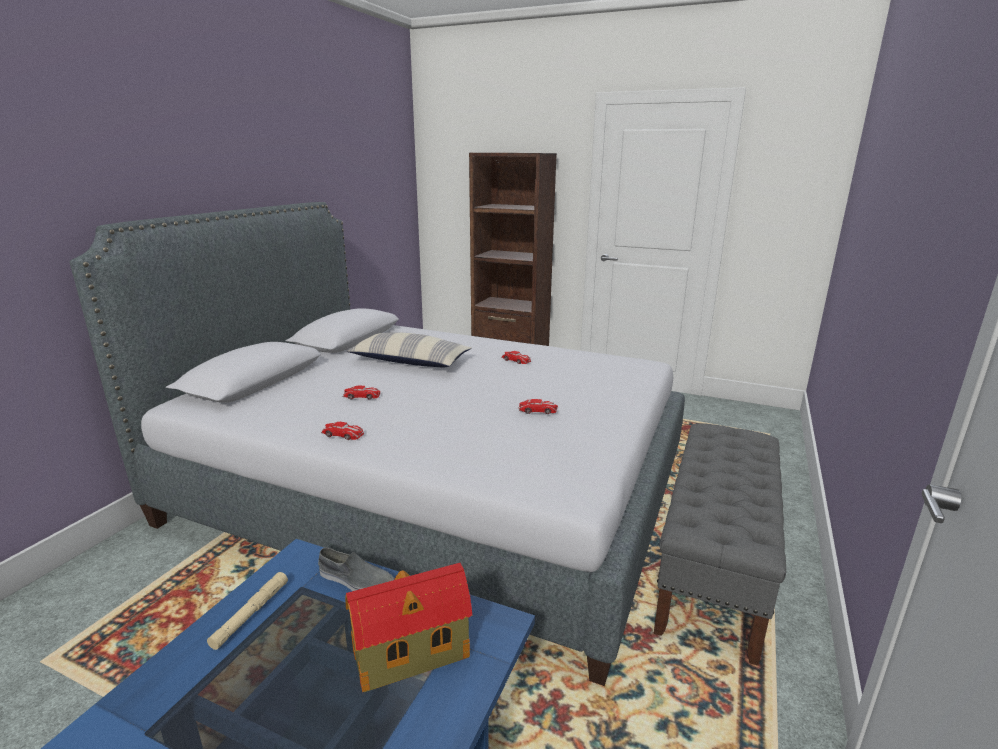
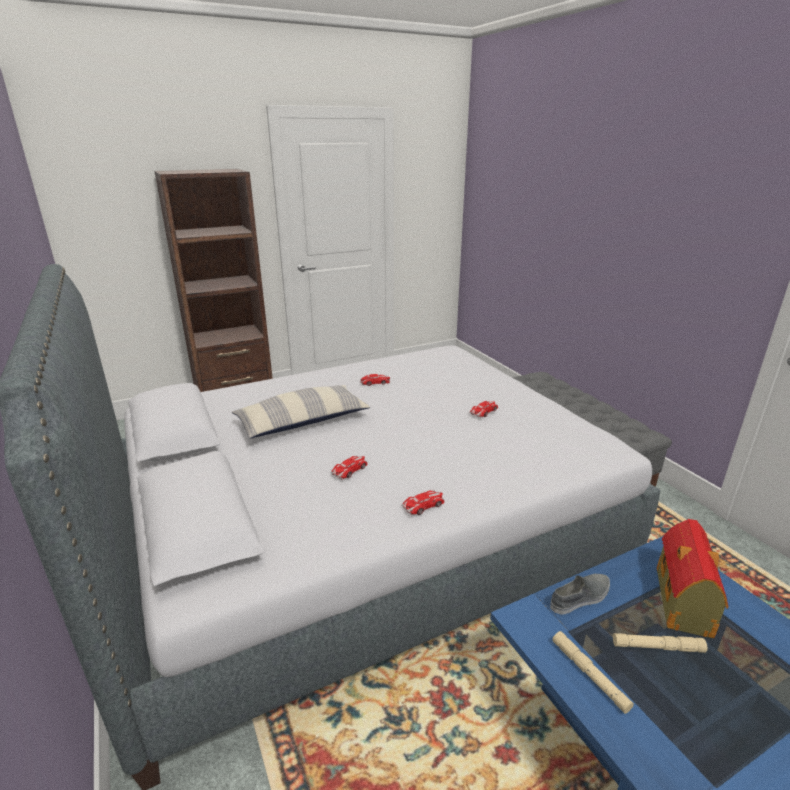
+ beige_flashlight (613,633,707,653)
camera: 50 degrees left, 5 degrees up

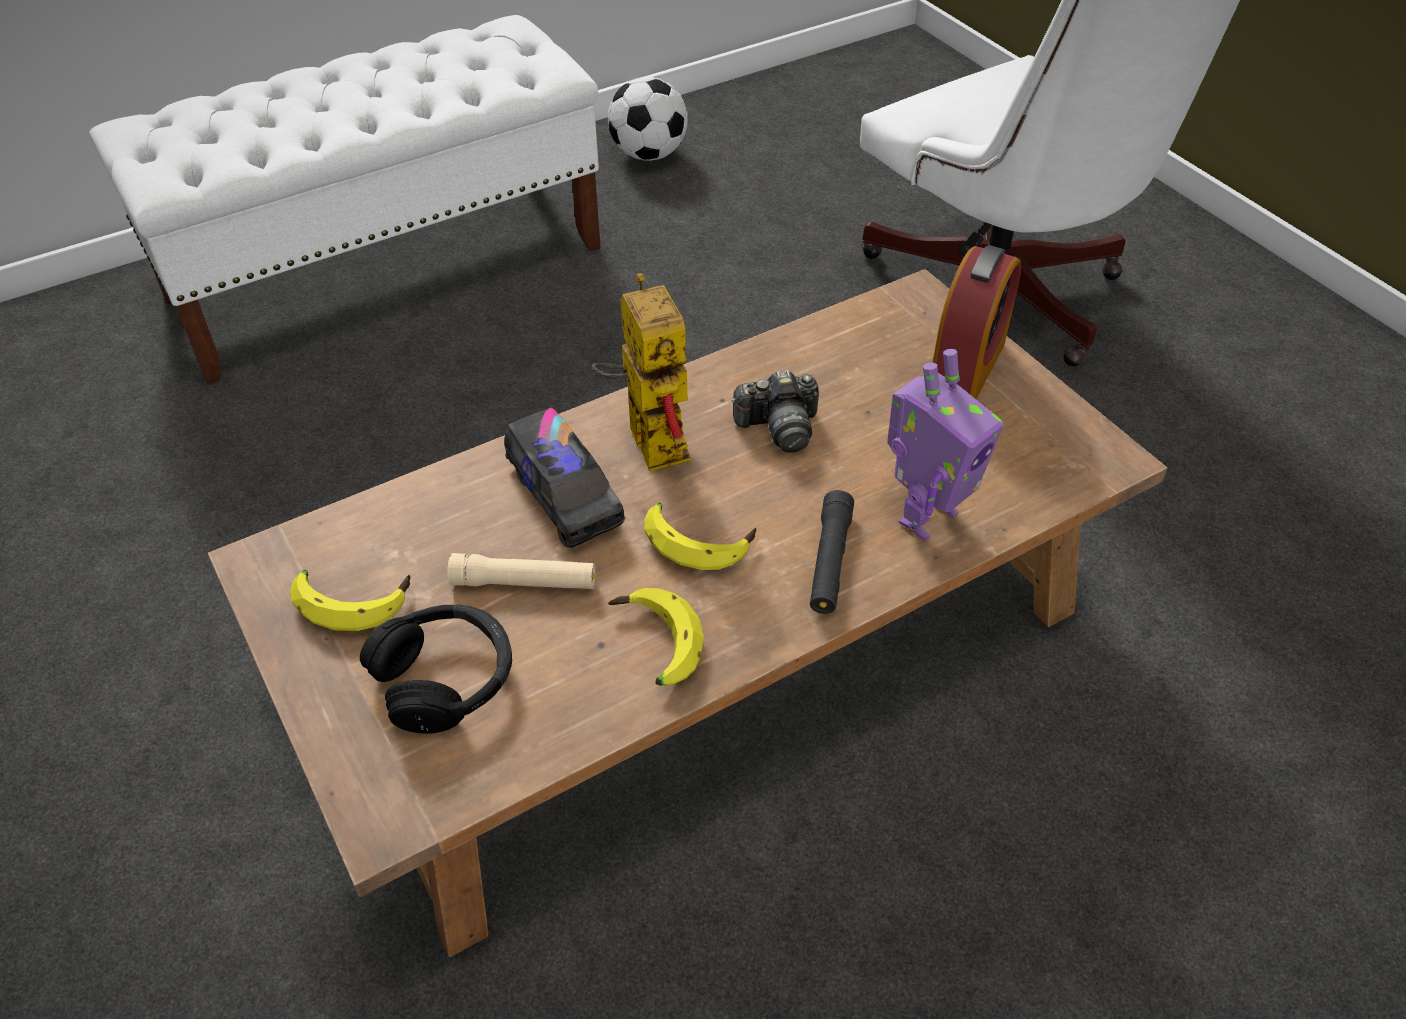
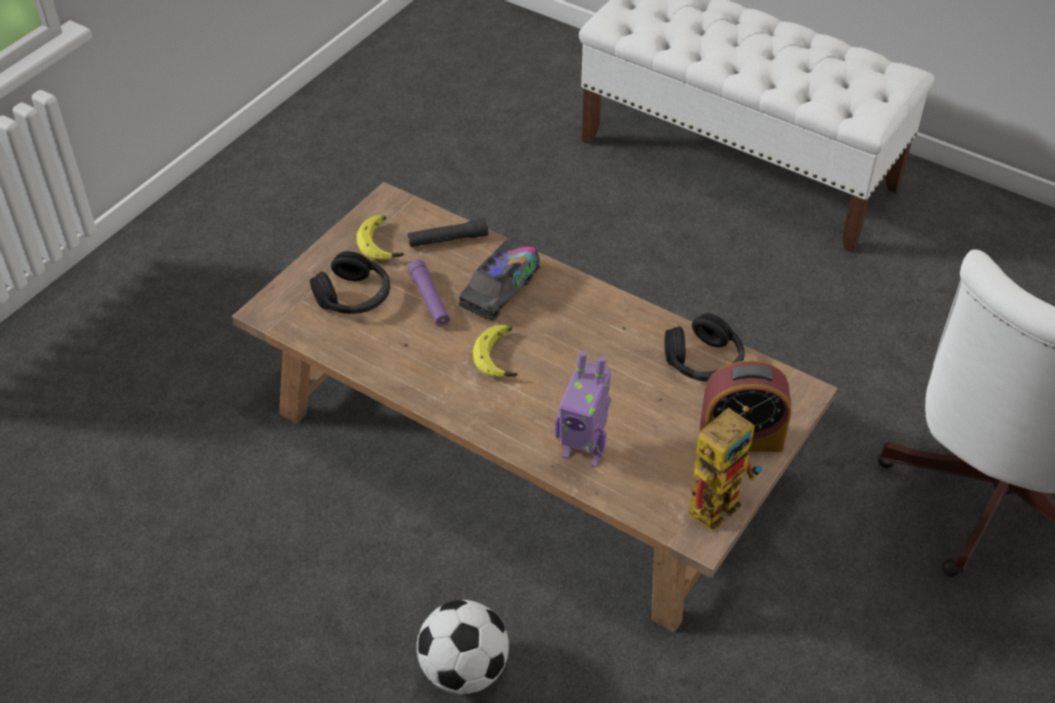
~ beige_flashlight (447,553,595,589) to purple_flashlight (408,260,450,326)
~ toy_robot (592,273,691,472) to (688,406,762,532)
~ football (608,77,688,161) to (417,600,509,694)
- banana (608,588,704,686)
- photo_camera (732,370,819,453)
~ black_flashlight (810,490,854,614) to (408,218,489,247)
+ black_headphones (664,313,745,382)
camera: 65 degrees right, 0 degrees up

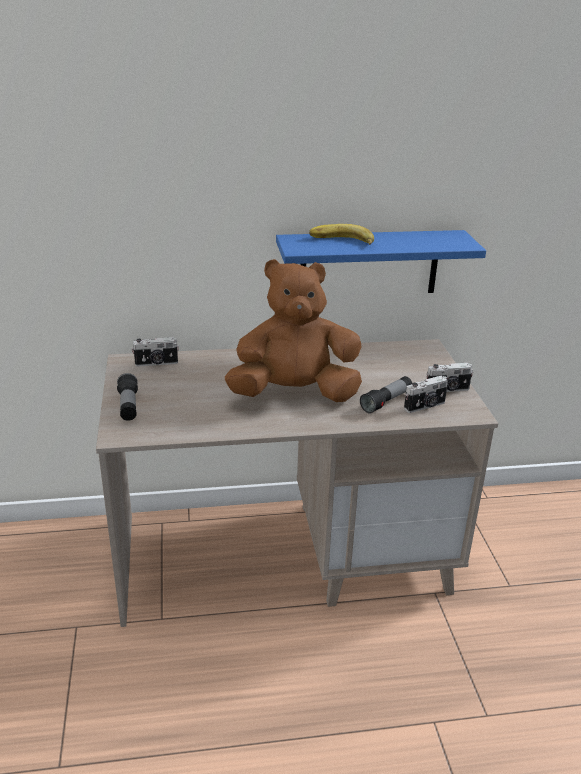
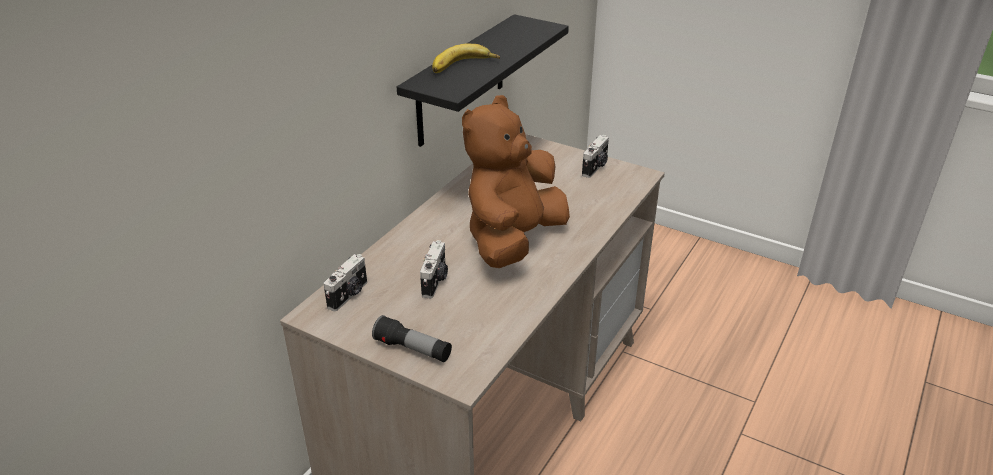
~ blue_shelf (276,230,486,293) to black_shelf (397,14,569,147)
- flashlight (360,376,412,413)
~ photo_camera (404,375,448,413) to (420,240,448,298)
camera: 50 degrees left, 5 degrees up

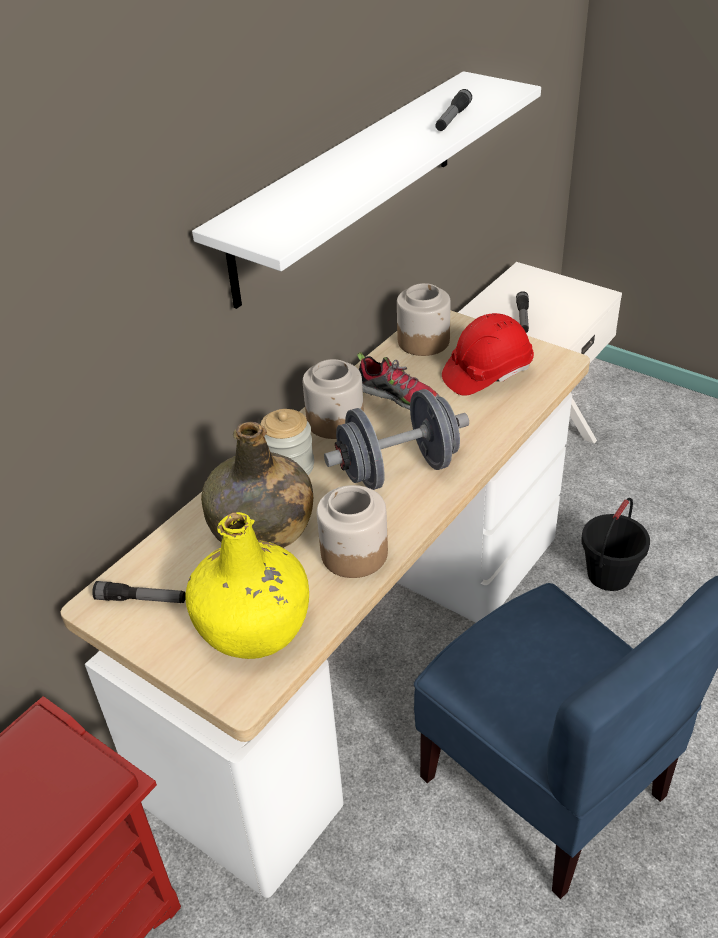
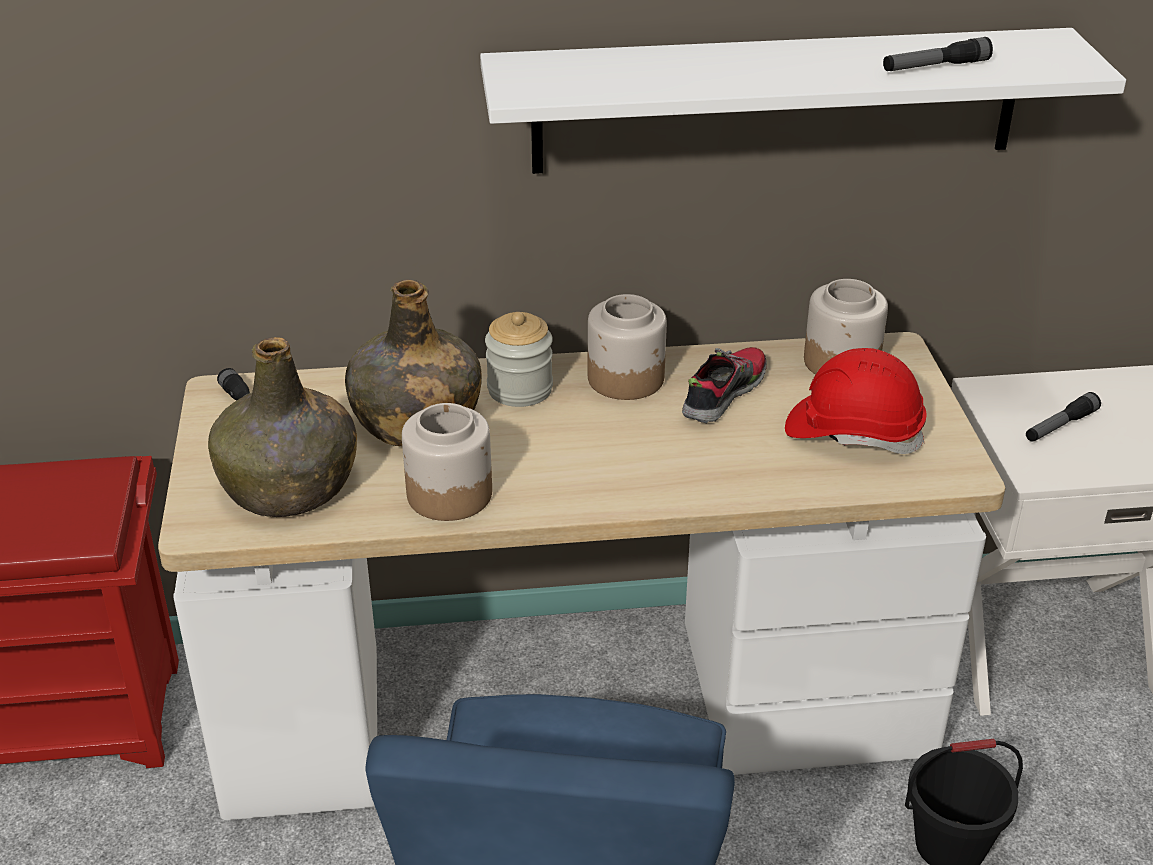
~ yellow_bottle (185,512,309,659) to green_bottle (208,337,357,517)
- grey_dumbbell (324,389,469,490)
~ shoe (357,352,439,410) = (682,347,767,423) 135 degrees counterclockwise
camera: 45 degrees right, 5 degrees down

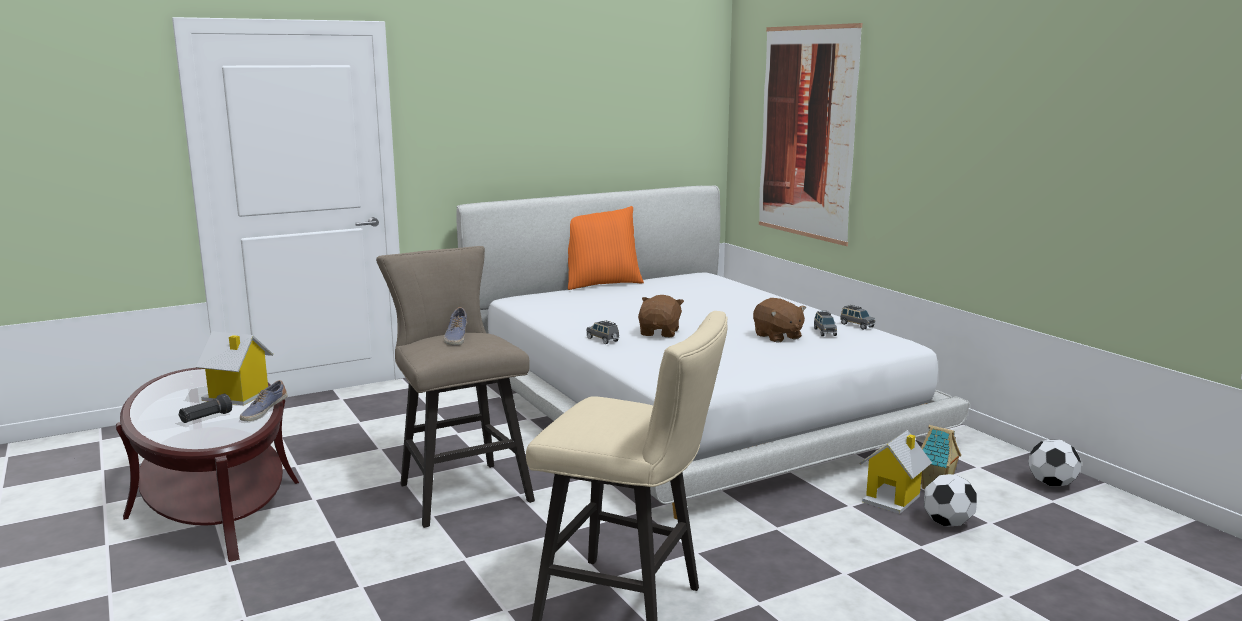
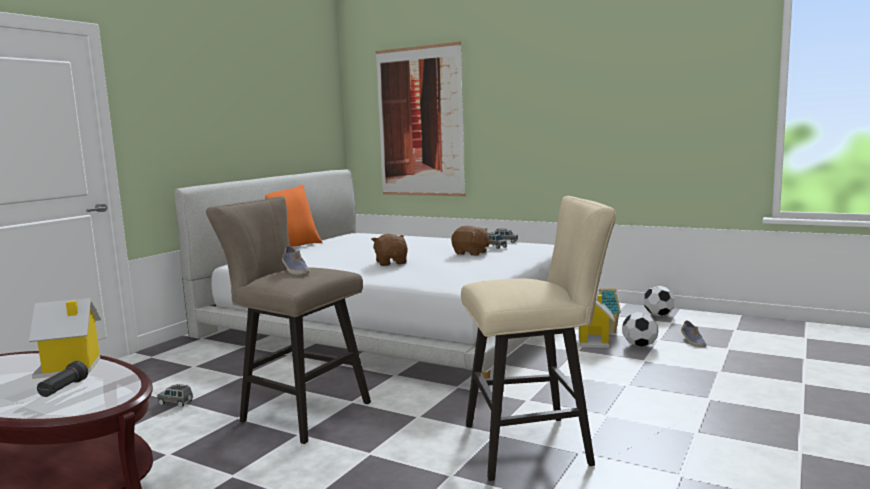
~ shoe (240,380,288,421) to (681,320,706,347)
~ grey_toy_car (586,320,619,344) to (157,384,193,407)
camera: 30 degrees left, 5 degrees down

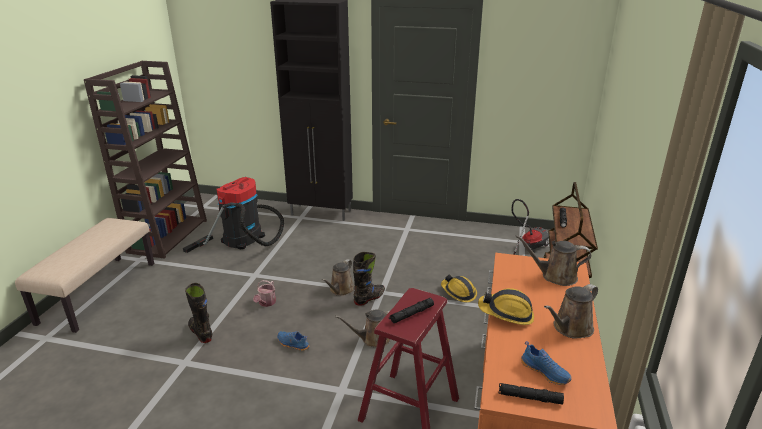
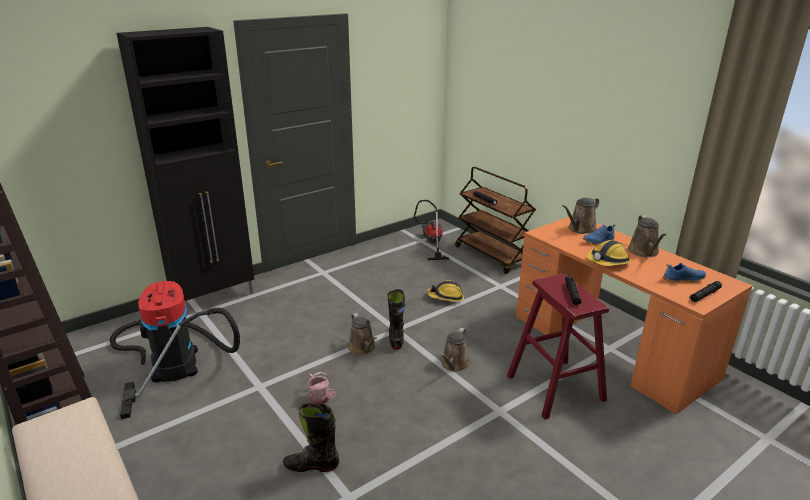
~ blue_shoe (277,331,309,351) to (583,224,616,245)
camera: 50 degrees left, 0 degrees up

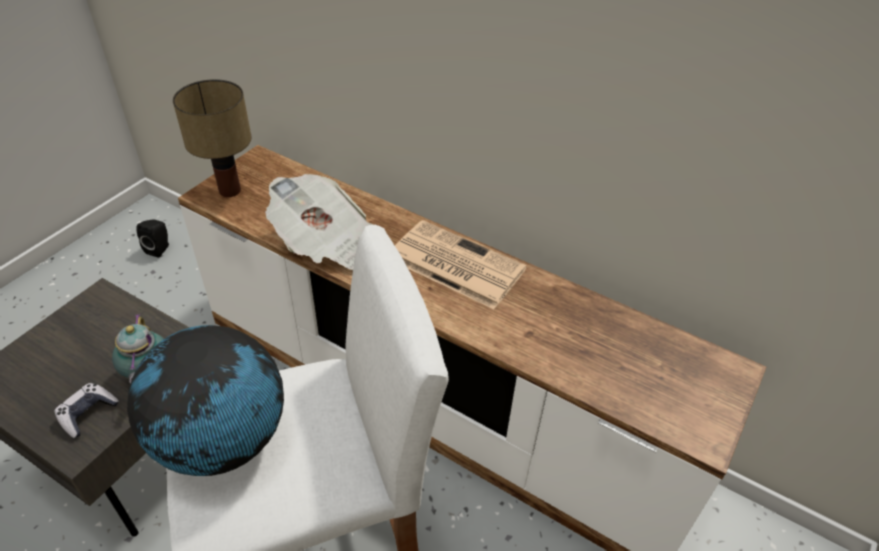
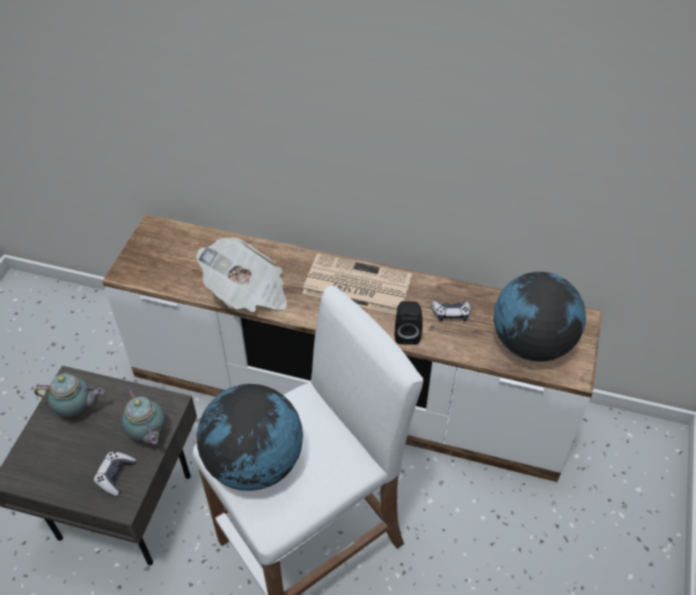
~ black_speaker (136,219,169,257) to (395,301,423,345)
- table_lamp (173,79,251,197)
+ teapot (34,373,104,419)
+ game_controller (431,301,471,321)
+ globe (494,272,586,362)
camera: 15 degrees left, 5 degrees up

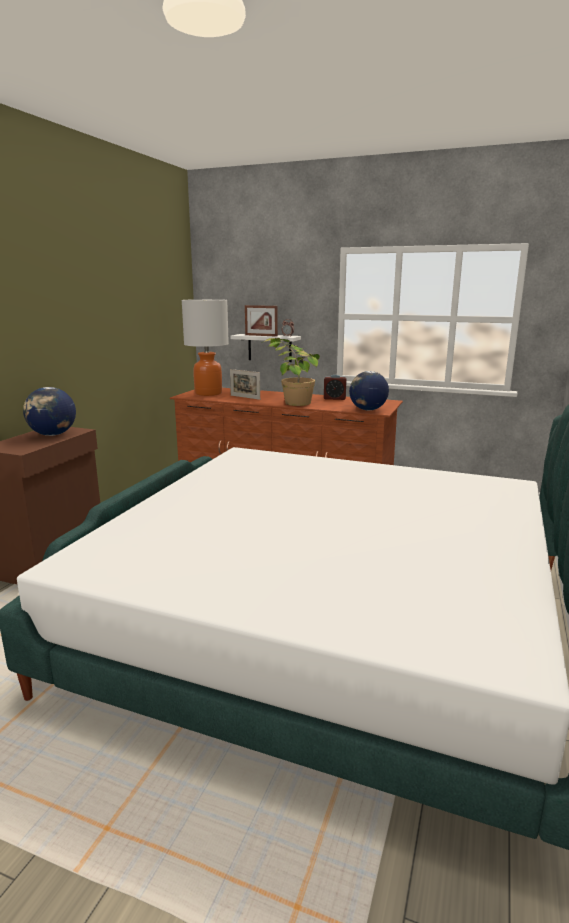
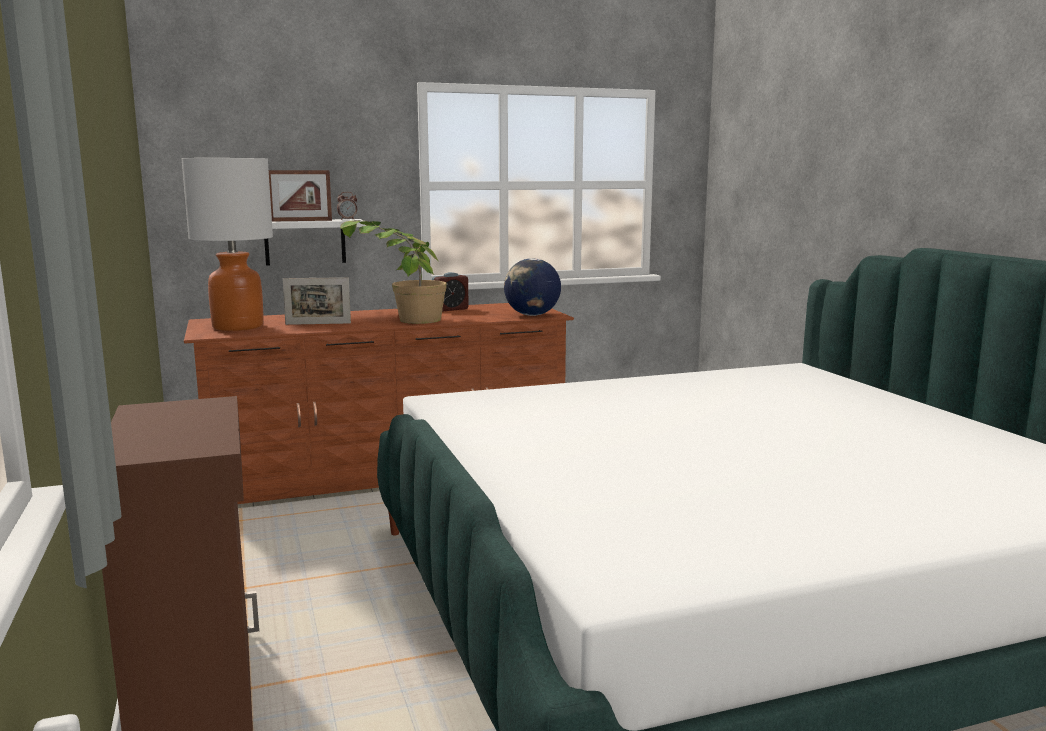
- globe (23,387,76,436)
camera: 40 degrees left, 5 degrees down

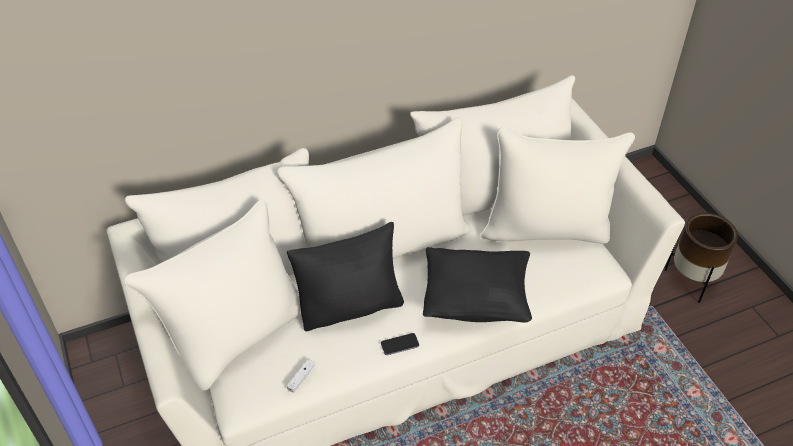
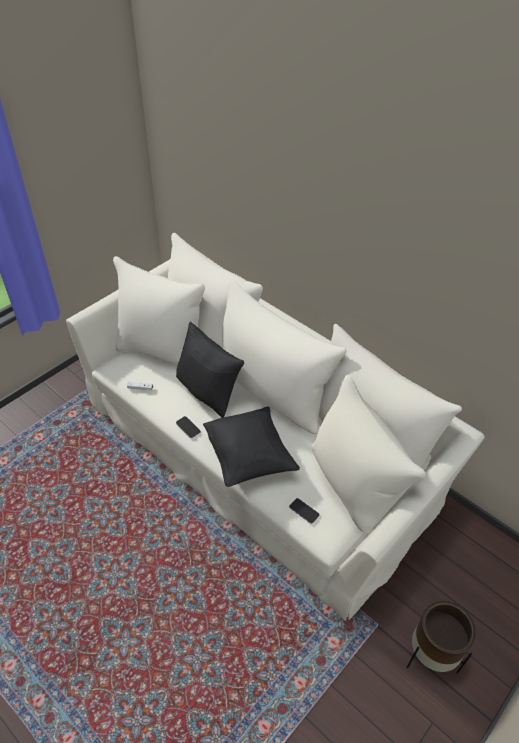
+ phone (289,498,319,524)
camera: 65 degrees right, 0 degrees up

